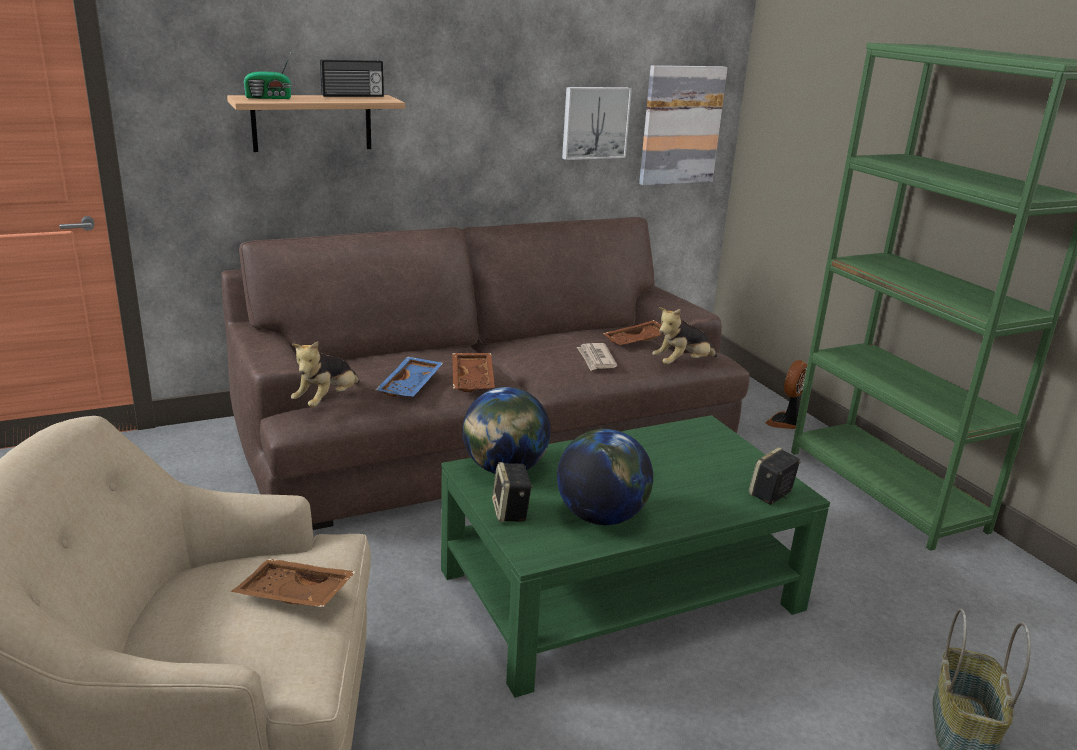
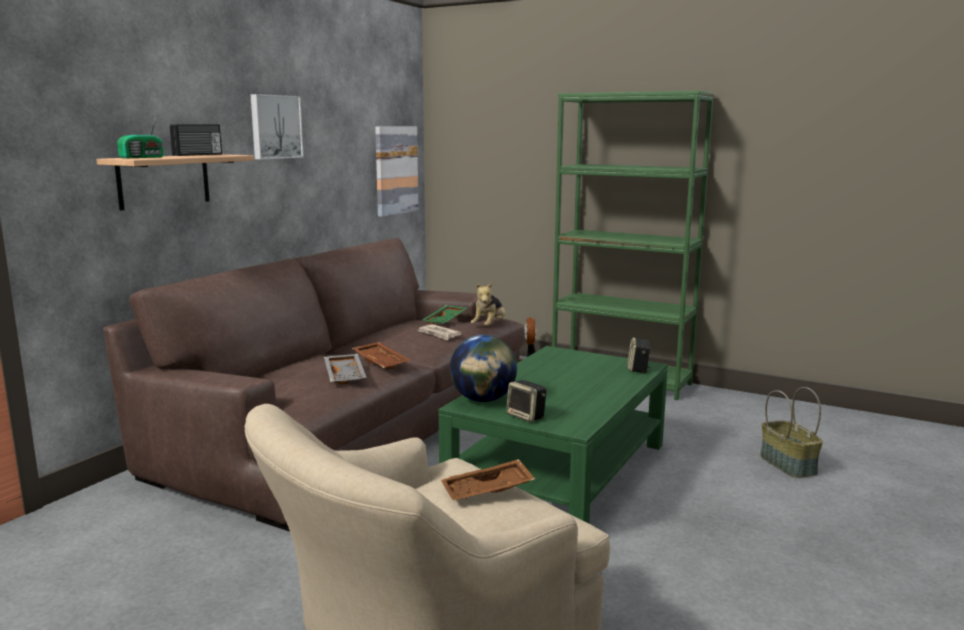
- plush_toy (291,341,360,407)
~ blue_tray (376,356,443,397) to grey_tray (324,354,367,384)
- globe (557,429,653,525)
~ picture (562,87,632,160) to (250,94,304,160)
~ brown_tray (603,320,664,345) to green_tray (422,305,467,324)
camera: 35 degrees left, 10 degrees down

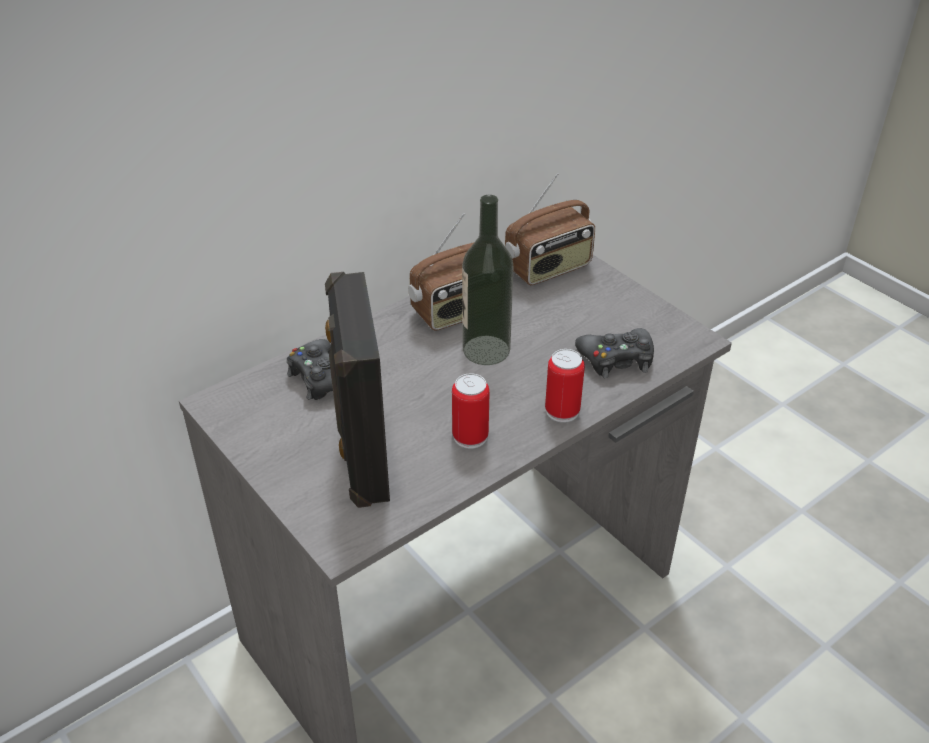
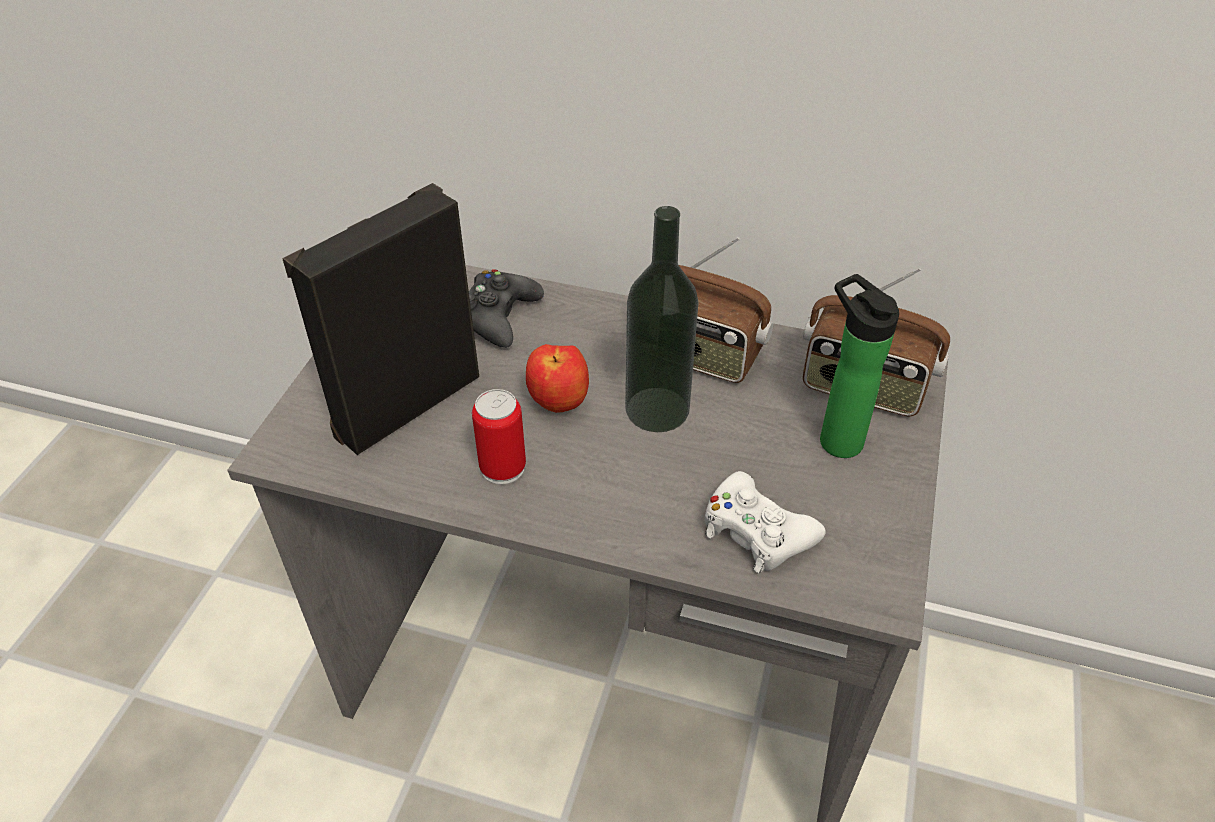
- can (545,349,585,423)
~ black_game_controller (575,328,654,378) to white_game_controller (705,471,826,573)
+ apple (526,344,589,413)
+ bottle (820,274,899,458)
camera: 55 degrees right, 5 degrees up

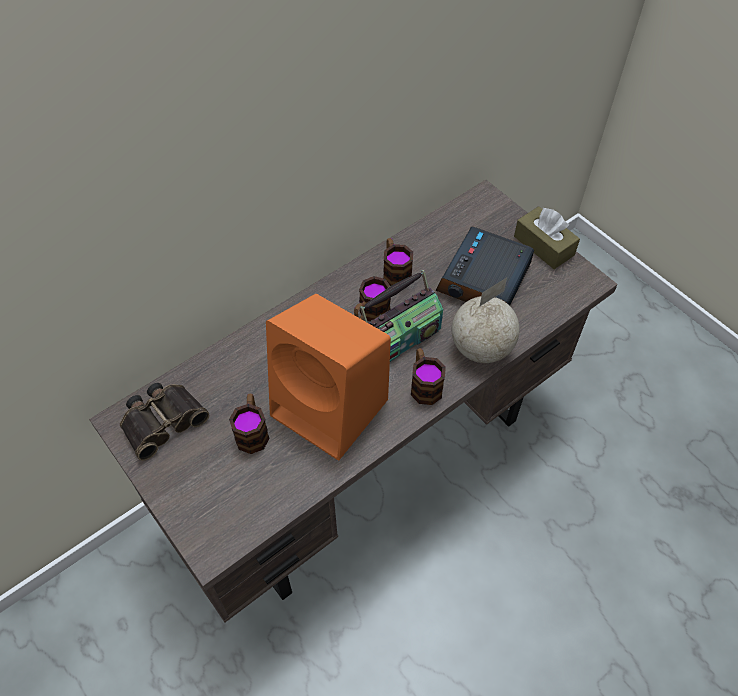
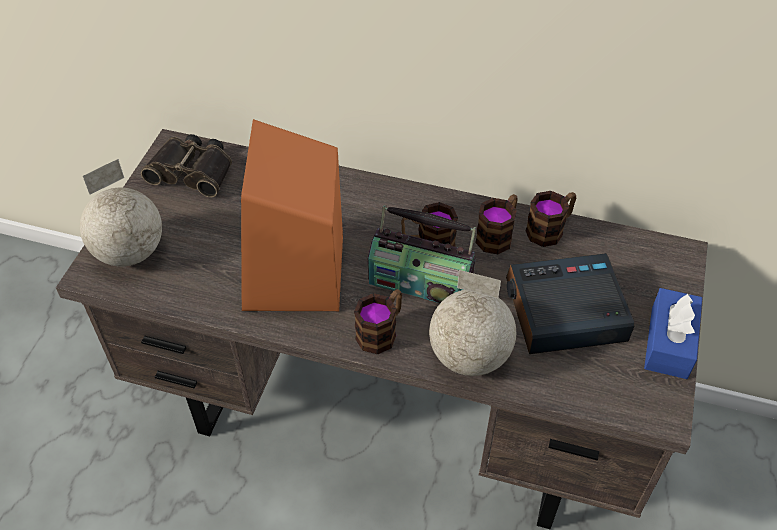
~ mug (229,394,270,454) to (525,191,576,247)
~ brown_tissue_box (514,206,580,269) to blue_tissue_box (644,288,702,379)
+ globe (80,159,162,267)
camera: 55 degrees right, 5 degrees down

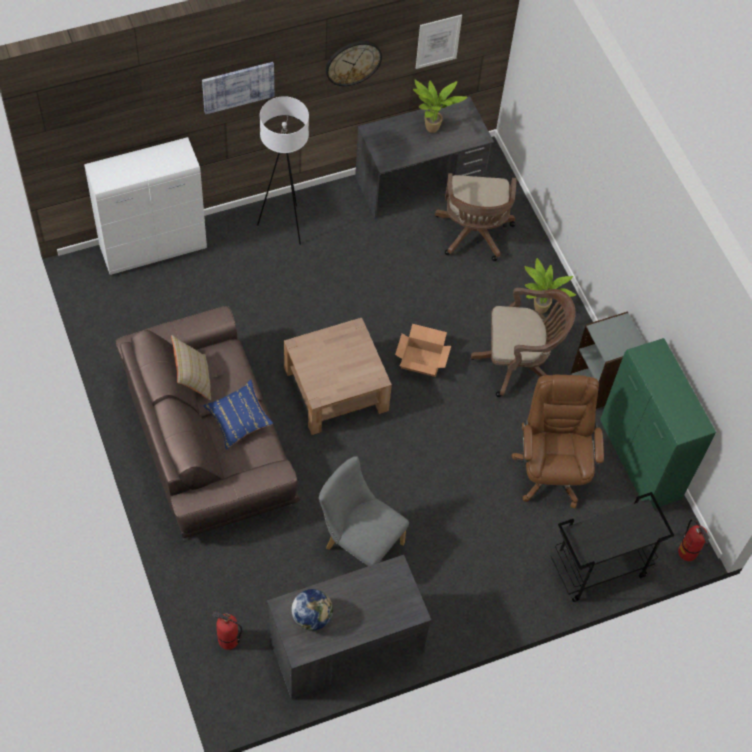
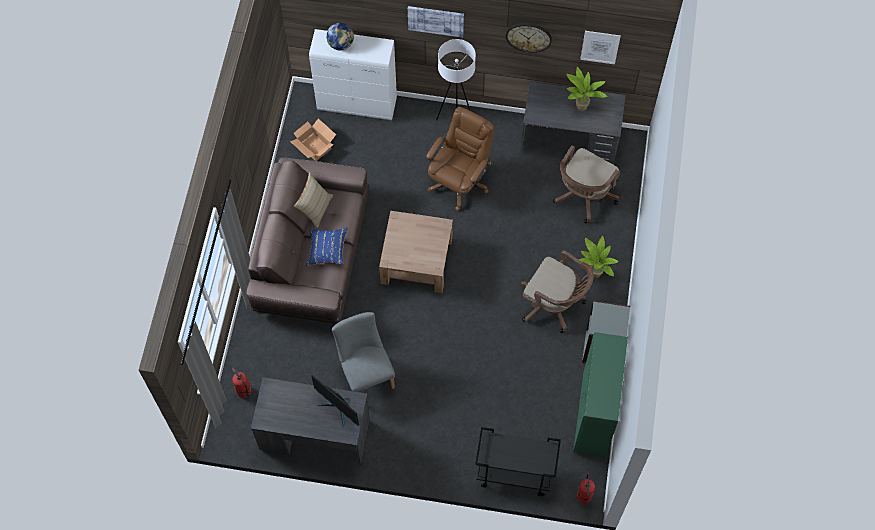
~ globe (291,589,333,631) to (326,23,354,51)
~ cardboard_box (395,324,451,377) to (290,118,336,161)
~ brown_office_chair (512,375,604,508) to (426,107,494,211)
+ monitor (311,375,359,427)
camera: 35 degrees right, 5 degrees up

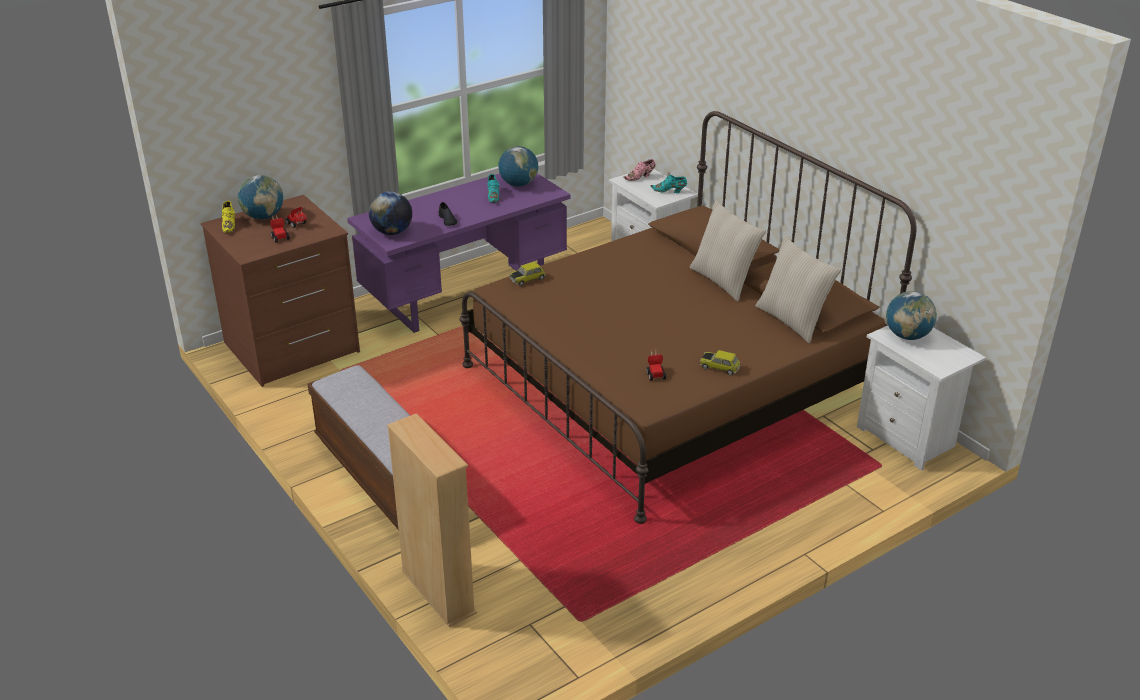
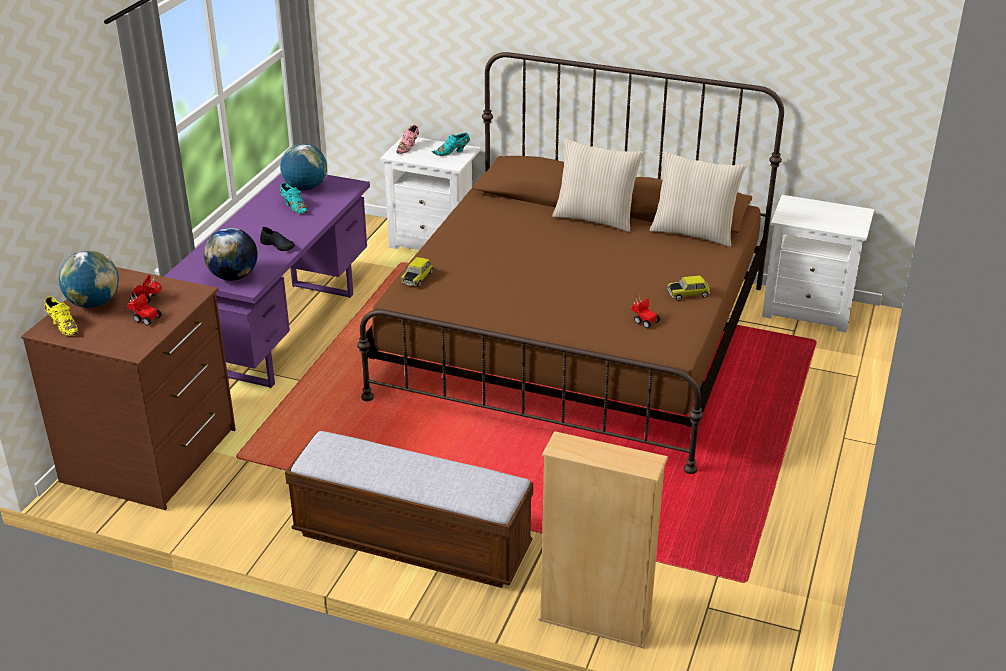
- globe (886,291,937,340)
camera: 35 degrees left, 0 degrees up

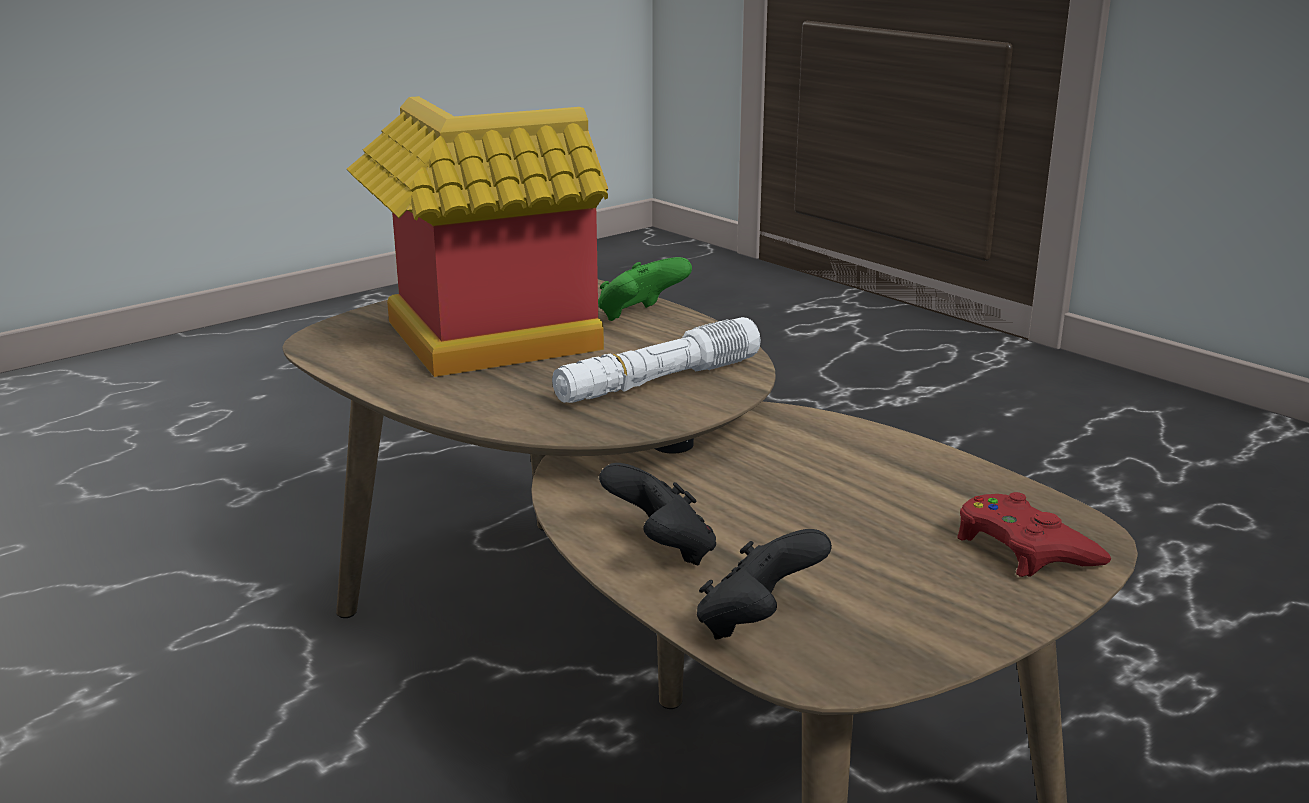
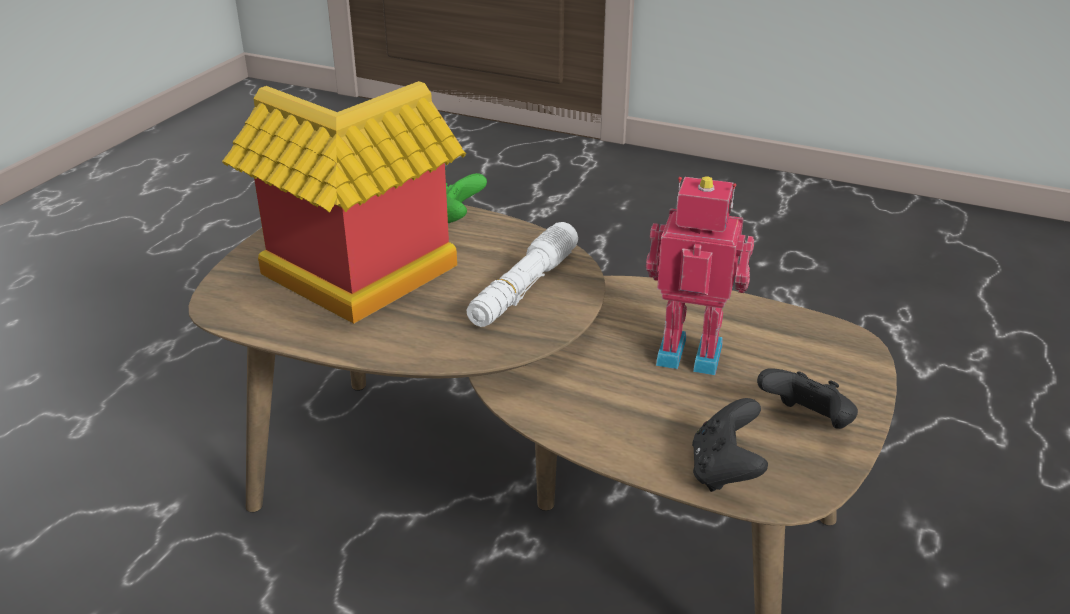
~ black_game_controller (599,463,716,565) to (757,368,858,429)
- red_game_controller (957,492,1111,577)
+ toy_robot (646,176,754,375)
camera: 25 degrees left, 10 degrees up

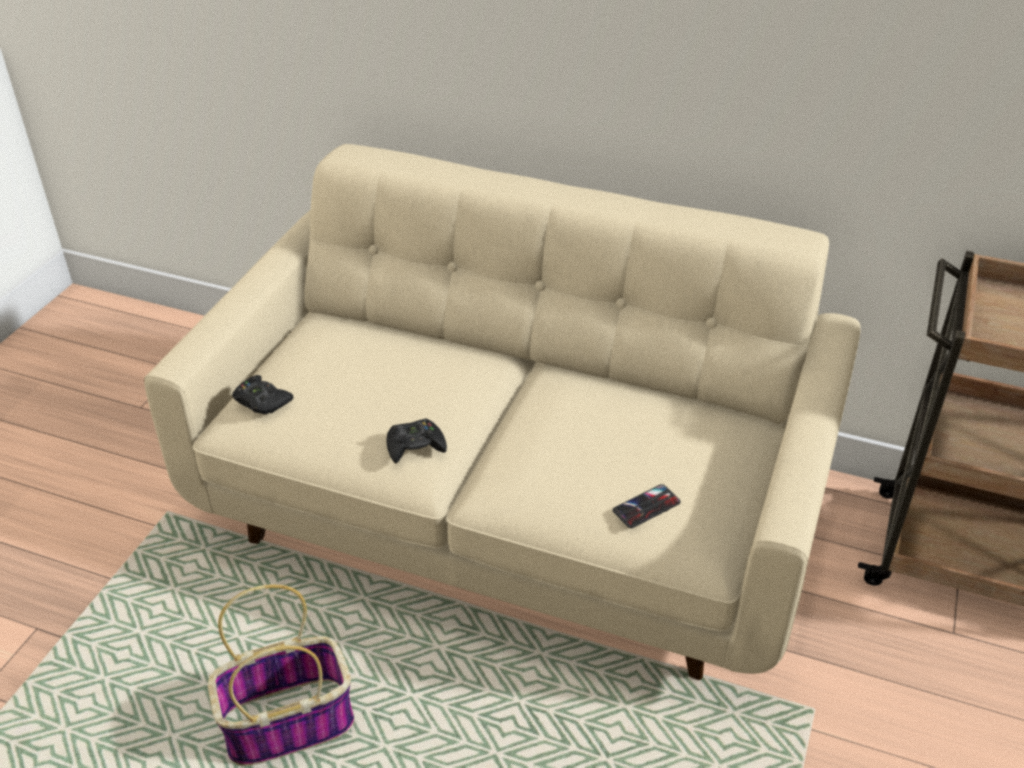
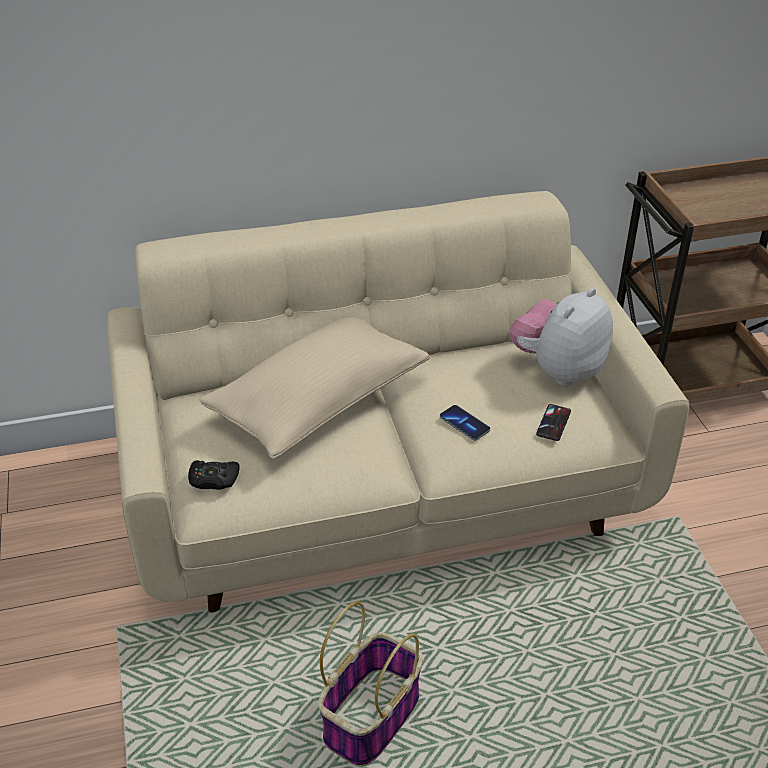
- black_game_controller (387,418,447,463)
+ beige_pillow (199,318,430,460)
+ phone (440,405,490,441)
+ plush_toy (510,288,613,386)
camera: 35 degrees left, 0 degrees up

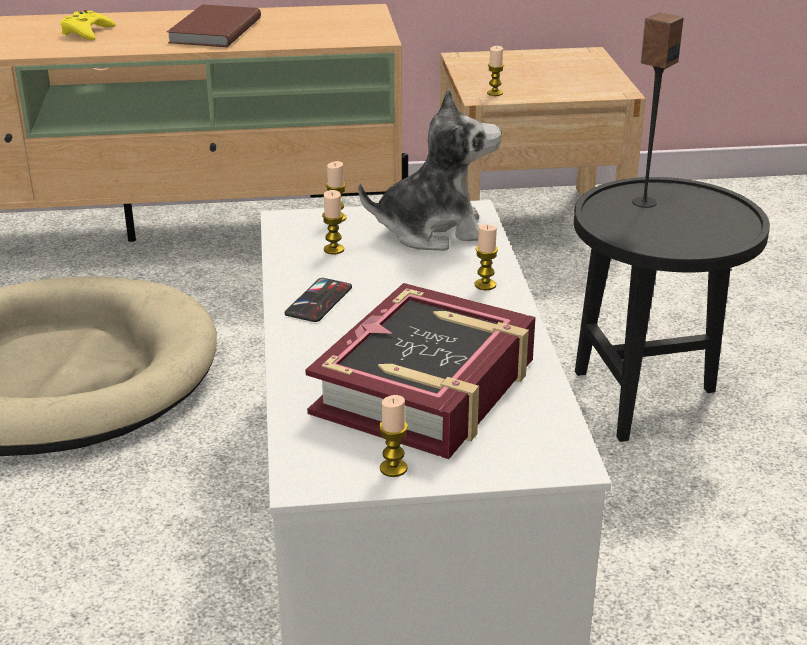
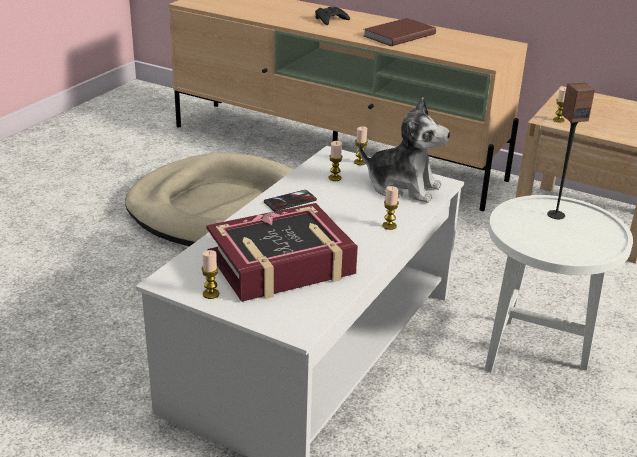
~ yellow_game_controller (60,10,116,40) to black_game_controller (315,7,350,25)
~ black_side_table (574,177,770,442) to white_side_table (485,195,633,372)
camera: 35 degrees right, 0 degrees up

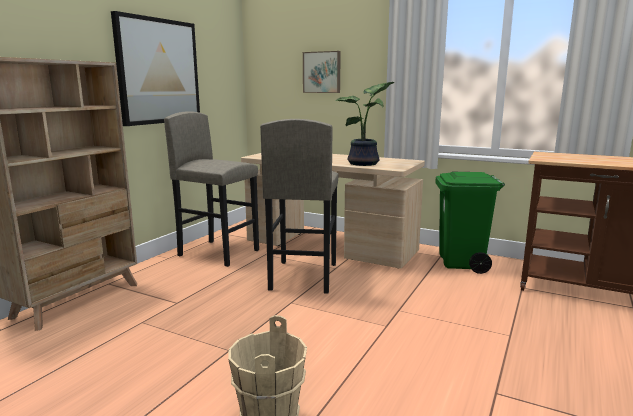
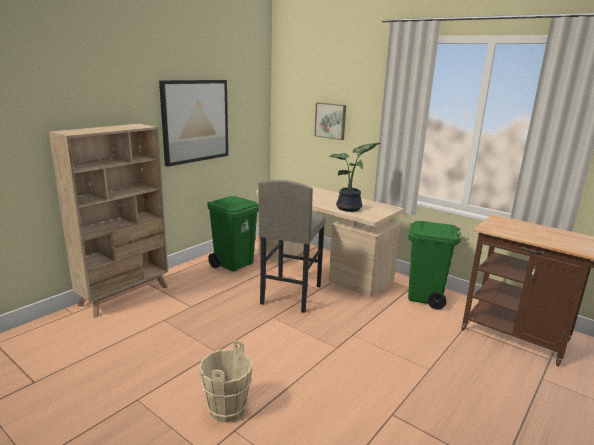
~ grey_stool (164,111,259,267) to green_trash_can (207,196,259,272)
camera: 10 degrees right, 5 degrees up

